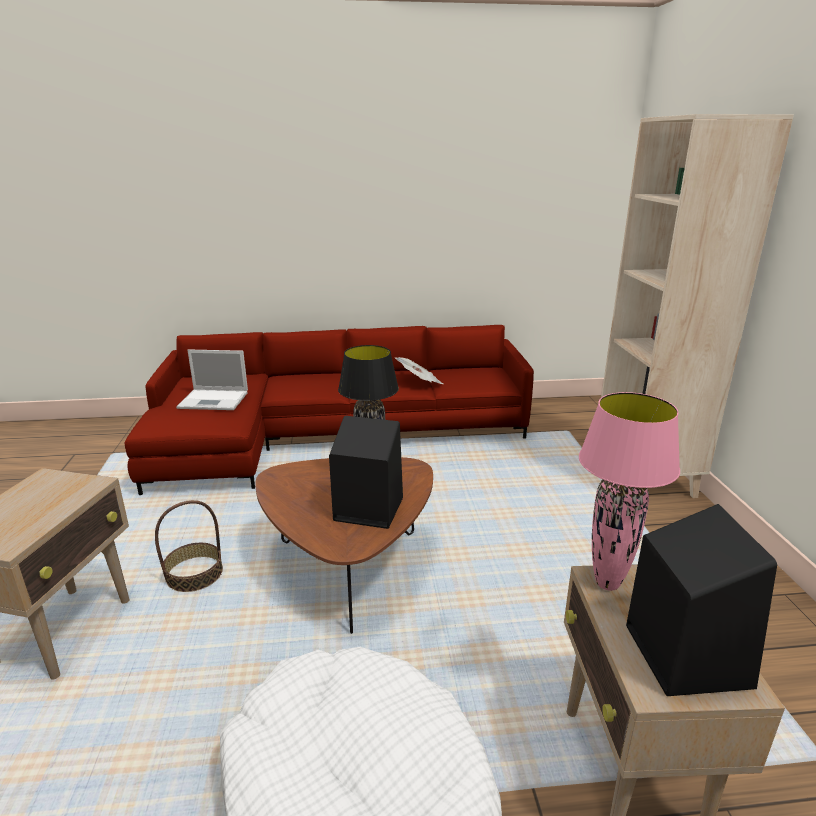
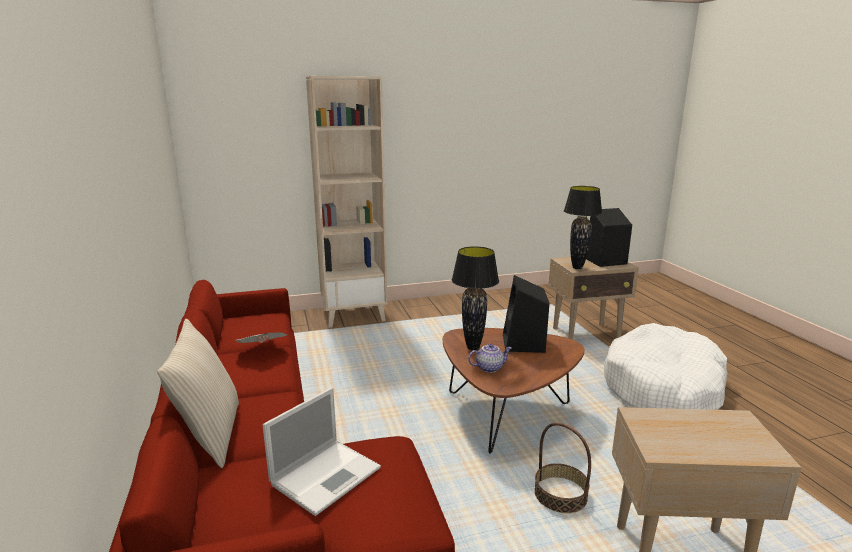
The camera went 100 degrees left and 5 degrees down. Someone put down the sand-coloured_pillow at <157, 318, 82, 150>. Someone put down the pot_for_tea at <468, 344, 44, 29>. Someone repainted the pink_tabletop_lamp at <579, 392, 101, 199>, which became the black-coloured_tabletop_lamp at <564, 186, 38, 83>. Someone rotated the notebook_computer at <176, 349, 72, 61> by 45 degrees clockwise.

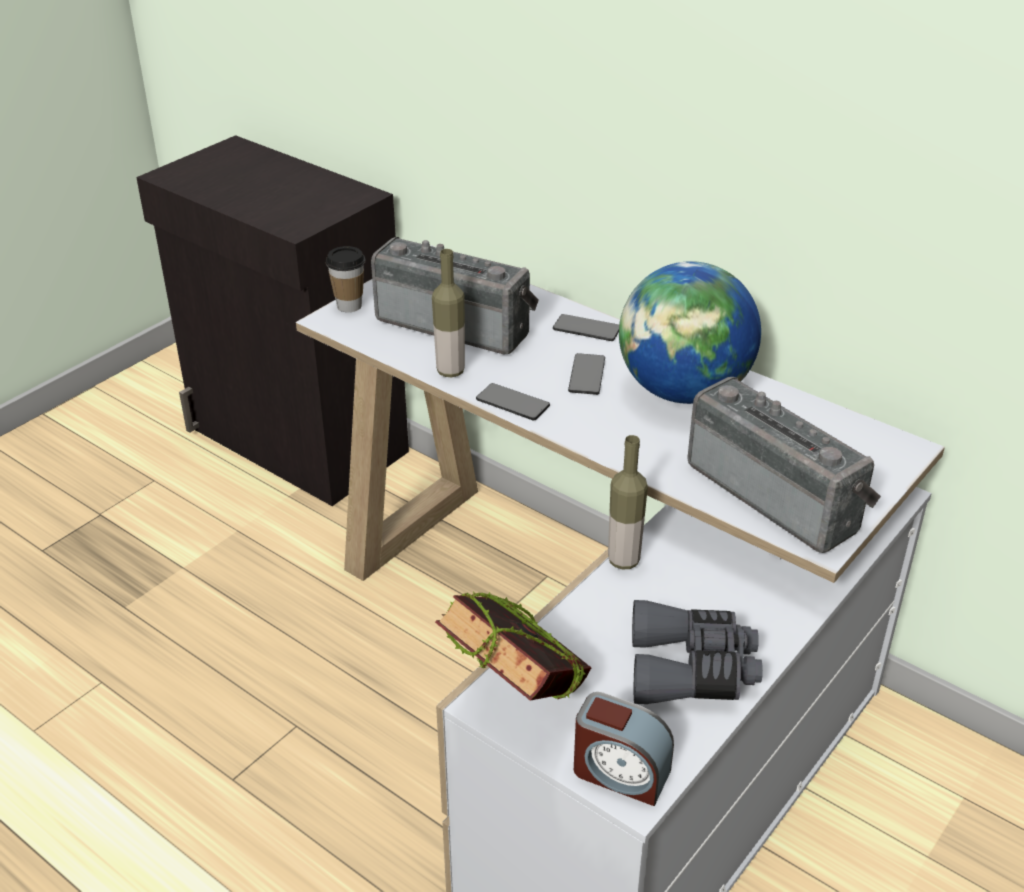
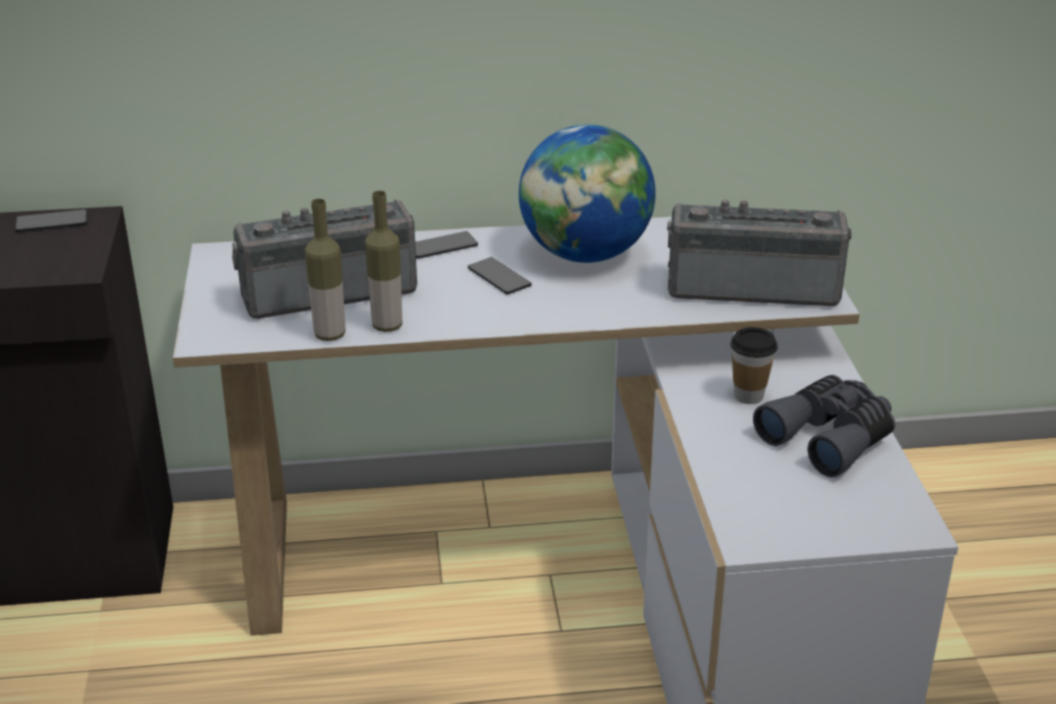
The camera went 45 degrees left and 5 degrees down. Someone took away the book at <435, 591, 156, 109>. Someone took away the table_clock at <574, 692, 100, 114>. Someone carried the small_cup from <326, 246, 40, 66> to <730, 327, 48, 77>. Someone carried the phone from <476, 383, 74, 38> to <15, 209, 73, 23>. Someone carried the beverage_bottle from <608, 435, 40, 135> to <305, 199, 41, 142>.

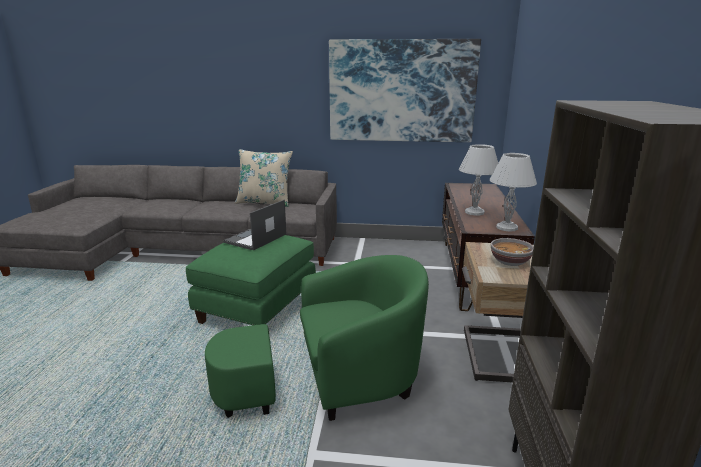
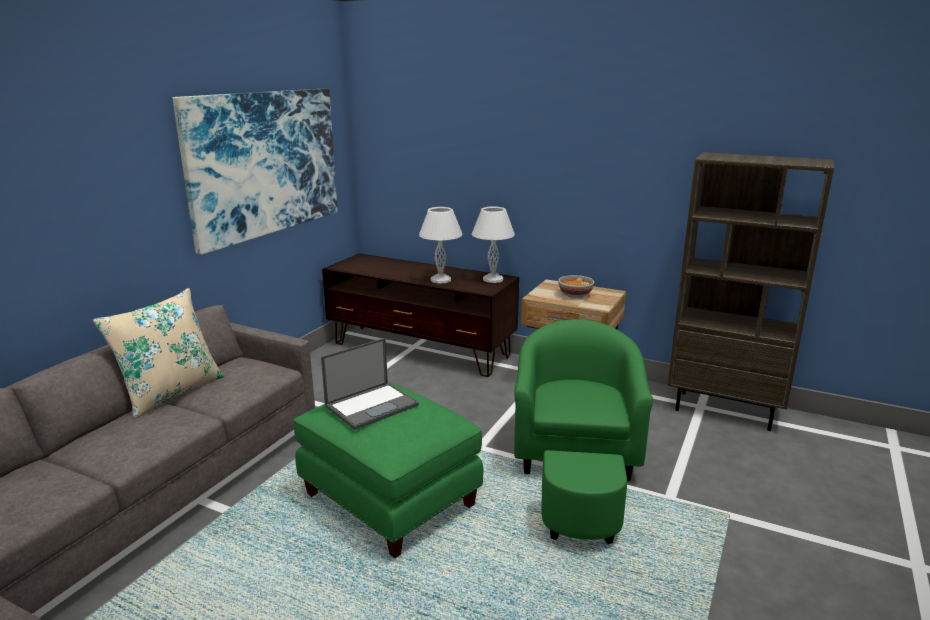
The camera went 70 degrees left and 0 degrees up. Someone rotated the notebook_computer at <223, 200, 63, 50> by 90 degrees counterclockwise.

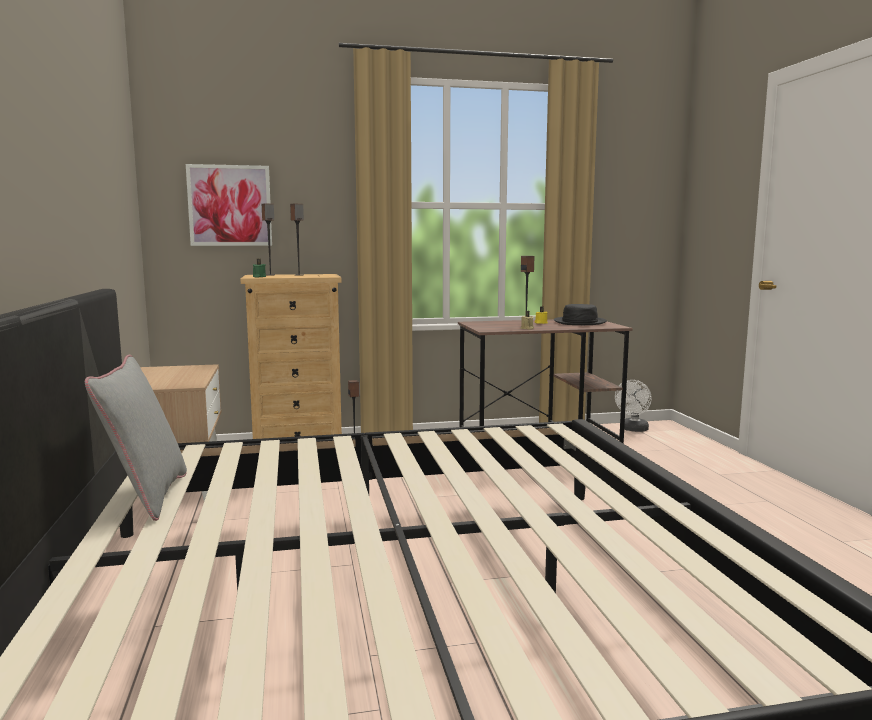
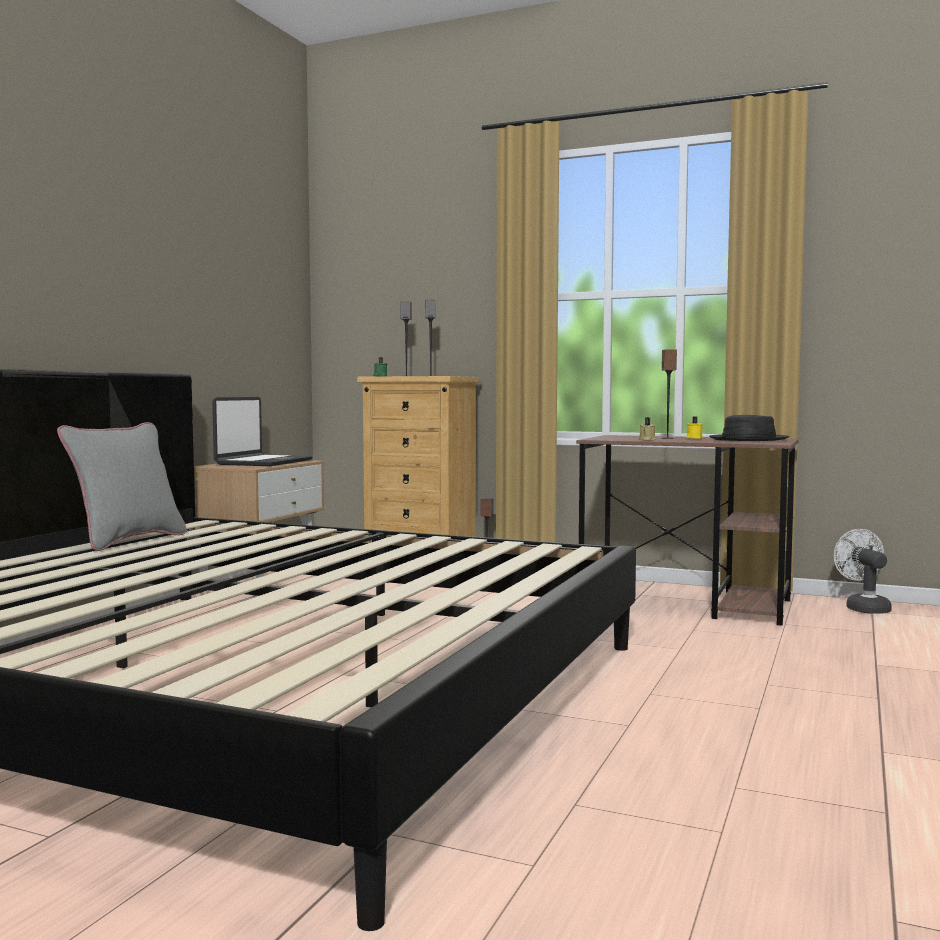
The camera went 35 degrees right and 5 degrees down. Someone took away the wall_art at <186, 164, 86, 82>. Someone put down the notebook_computer at <212, 397, 101, 69>. Someone rotated the white_cooling_fan at <615, 380, 37, 52> by 105 degrees clockwise.

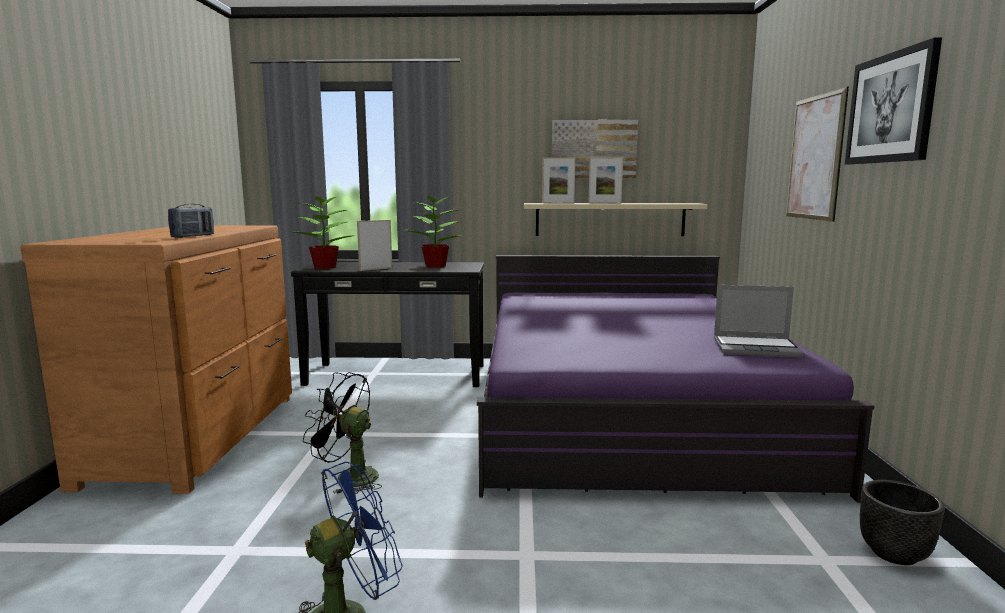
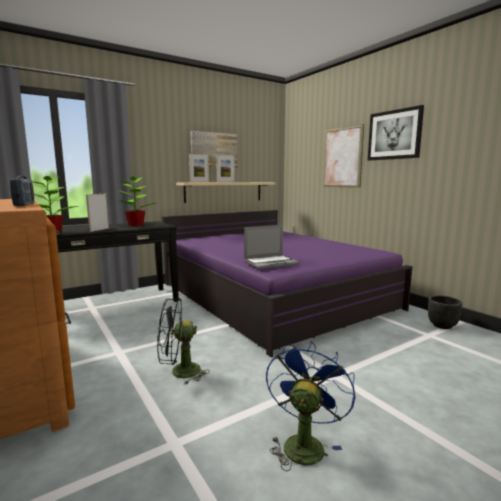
The camera went 35 degrees left and 0 degrees up. Someone carried the notebook_computer from <714, 285, 90, 73> to <244, 225, 55, 44>.

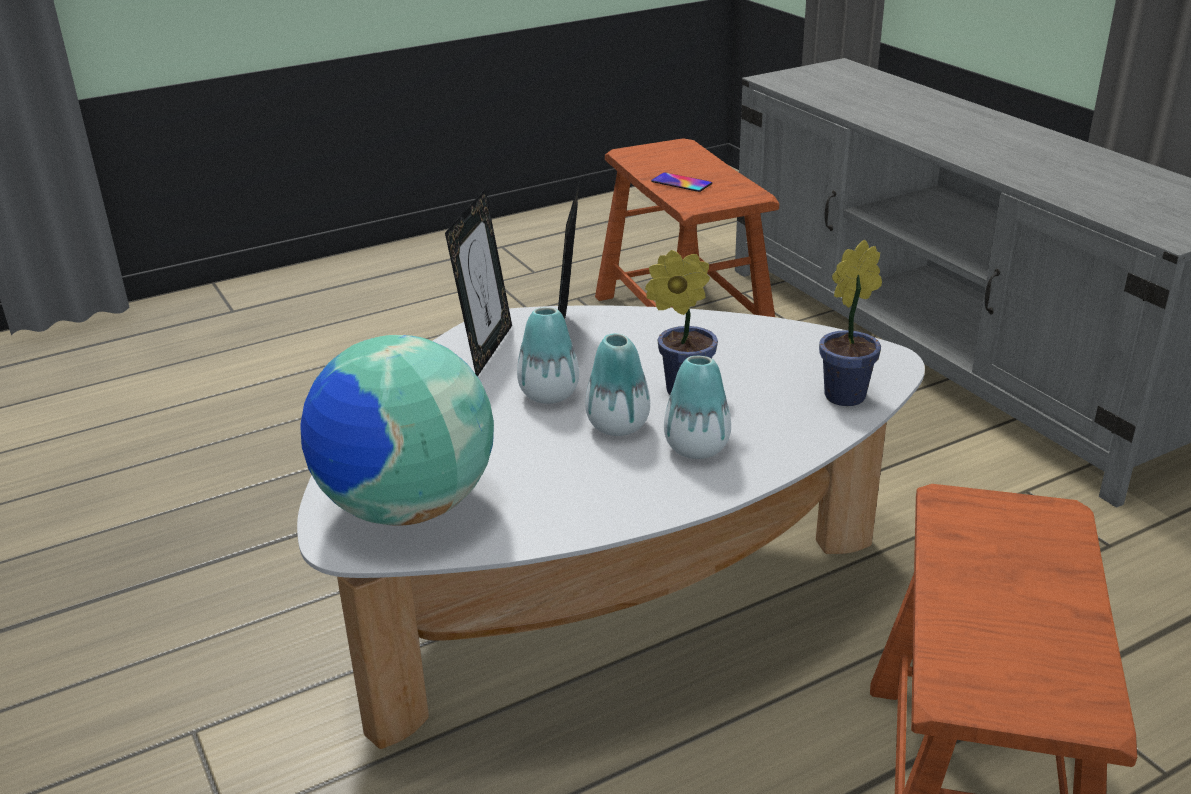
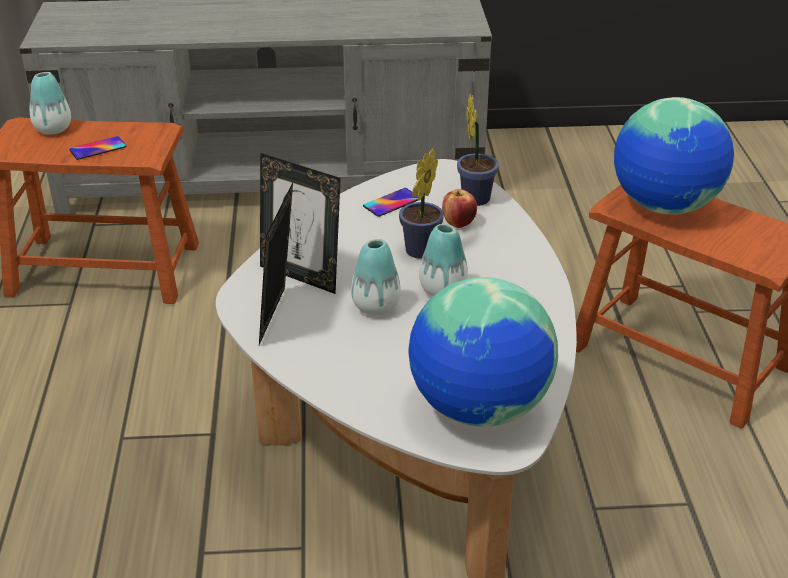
The camera went 65 degrees left and 5 degrees up. Someone put down the phone at <363, 188, 55, 29>. Someone put down the apple_fruit at <442, 189, 35, 39>. Someone put down the globe at <614, 97, 120, 118>. Someone carried the flower_vase from <664, 356, 67, 103> to <30, 72, 41, 62>. Someone rotated the standing_frame at <445, 189, 67, 188> by 120 degrees counterclockwise.

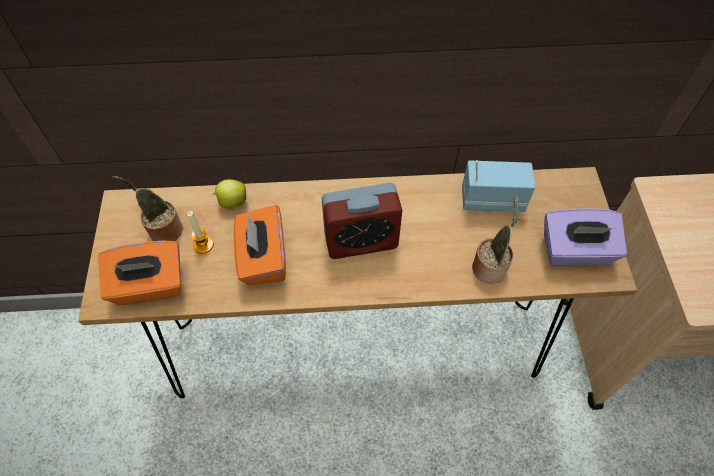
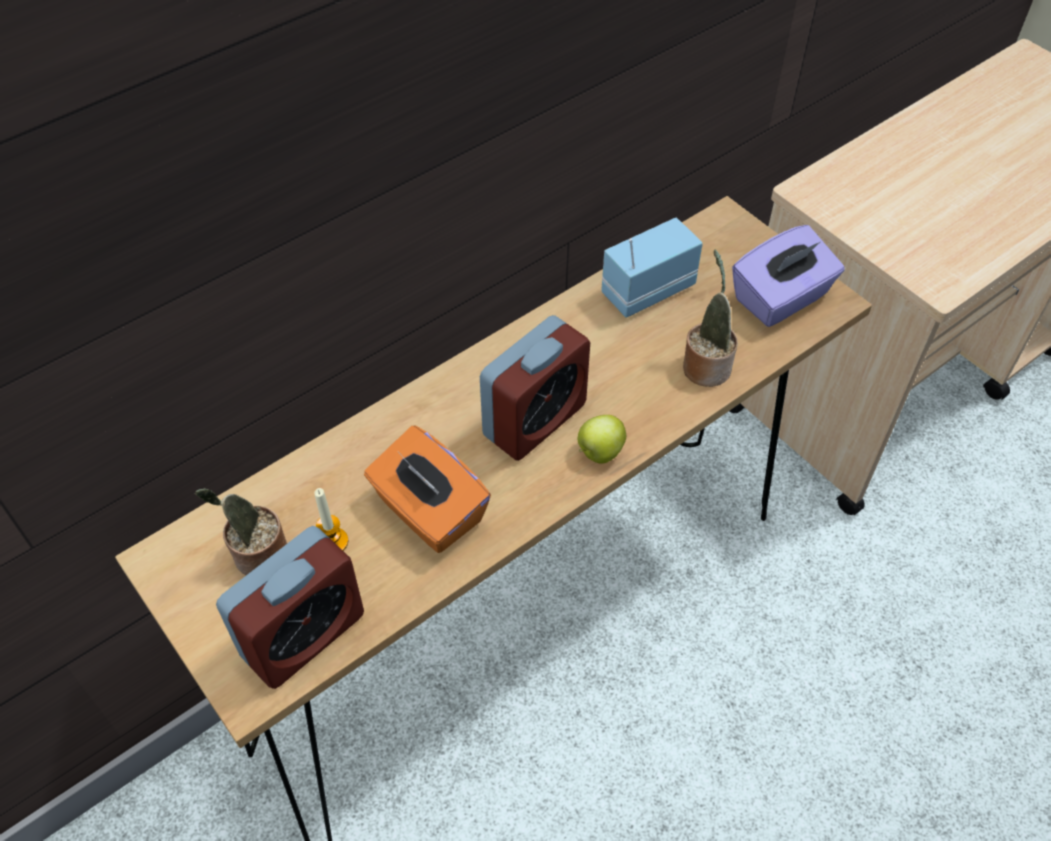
The camera went 35 degrees left and 5 degrees down. Someone carried the apple_fruit from <213, 179, 33, 30> to <578, 415, 48, 48>. Someone swapped the orange-coloured_box_of_tissues at <98, 240, 83, 65> for the table_clock at <216, 526, 148, 163>.

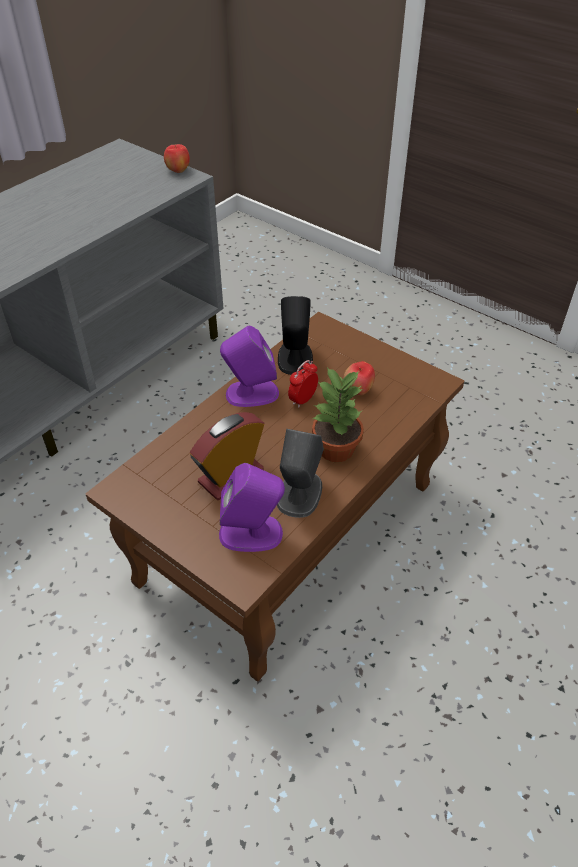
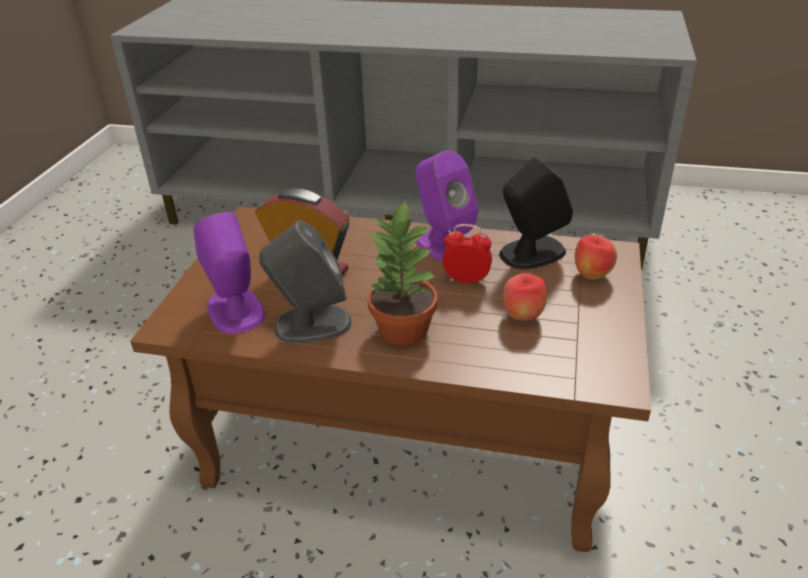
The camera went 65 degrees right and 10 degrees down. Someone carried the apple_fruit from <164, 144, 26, 29> to <575, 235, 42, 45>.

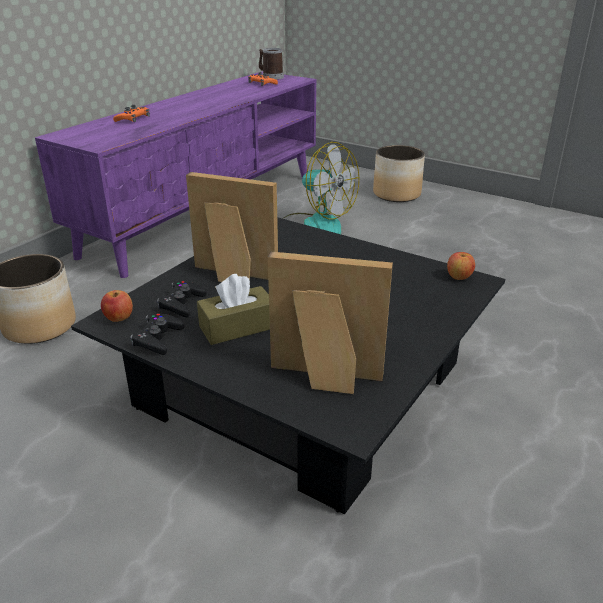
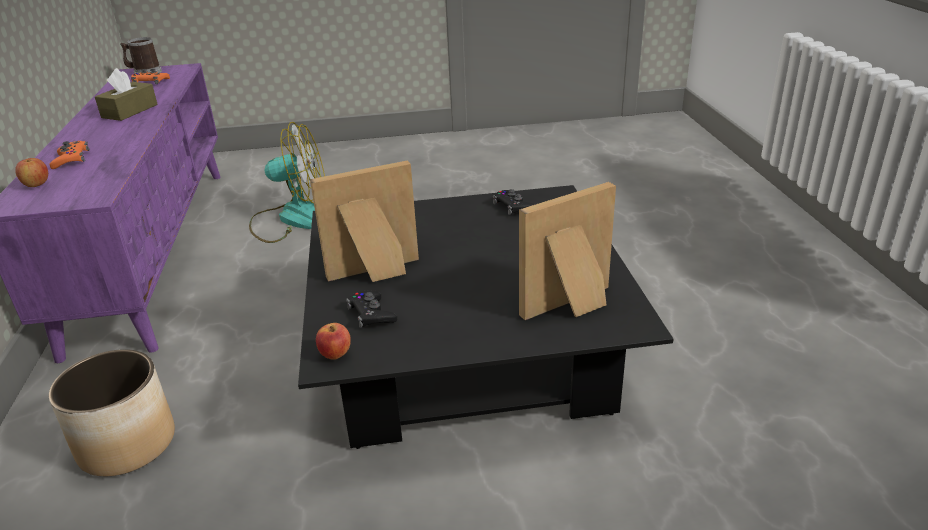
The camera went 40 degrees left and 0 degrees up. Someone took away the planter at <373, 145, 52, 57>. Someone carried the black-coloured_game_controller from <130, 314, 54, 41> to <493, 189, 42, 26>. Someone carried the brown-coloured_box_of_tissues from <197, 274, 73, 71> to <95, 68, 63, 53>. Someone carried the apple_fruit from <447, 252, 28, 28> to <15, 158, 33, 29>.

